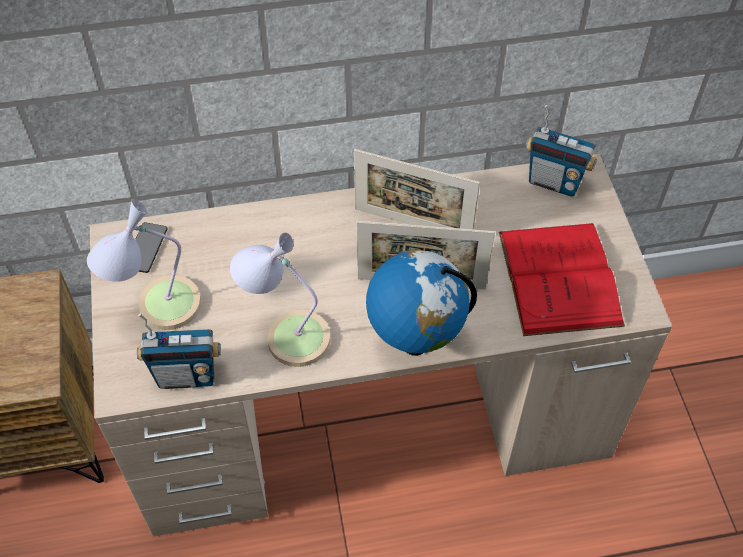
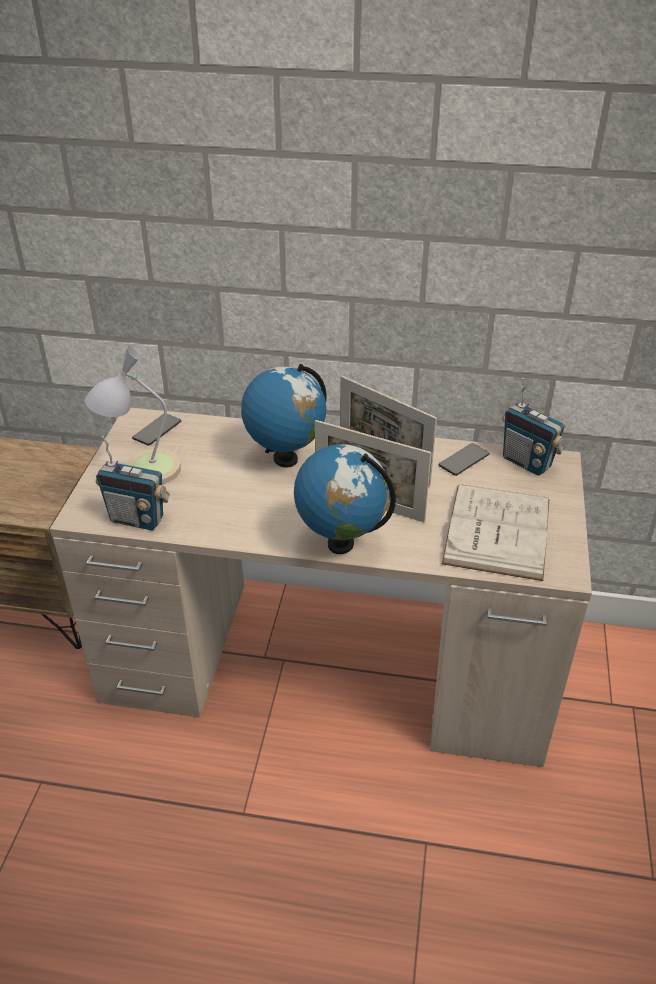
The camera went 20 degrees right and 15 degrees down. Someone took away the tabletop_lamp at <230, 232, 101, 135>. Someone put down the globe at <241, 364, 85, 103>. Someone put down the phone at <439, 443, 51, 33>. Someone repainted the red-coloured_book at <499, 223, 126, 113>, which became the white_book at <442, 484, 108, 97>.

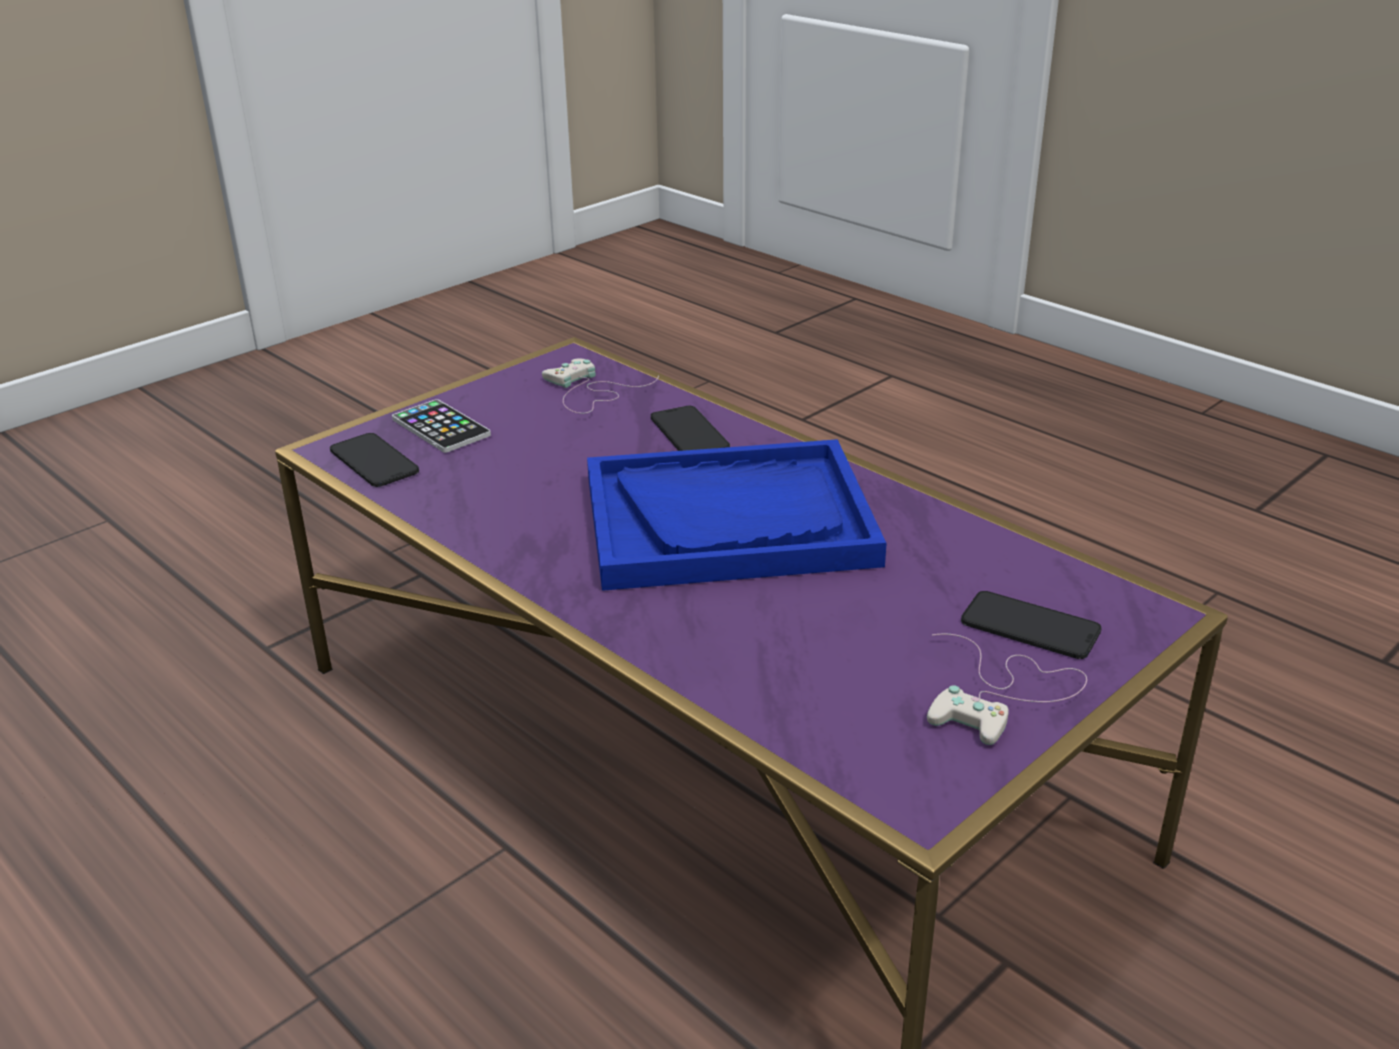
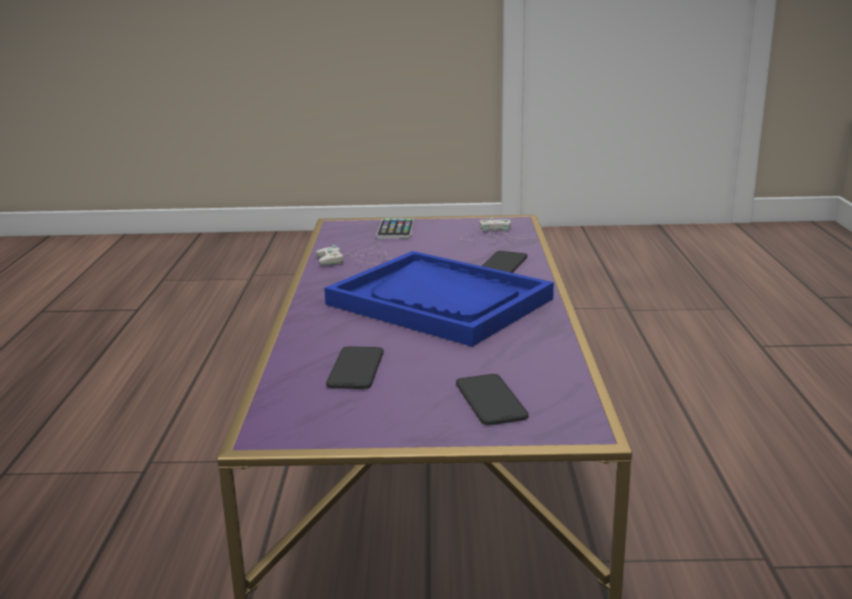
The camera went 45 degrees right and 10 degrees down. Someone carried the phone from <330, 433, 89, 54> to <326, 346, 58, 43>. Someone carried the white_game_controller from <927, 634, 160, 111> to <316, 240, 74, 25>.

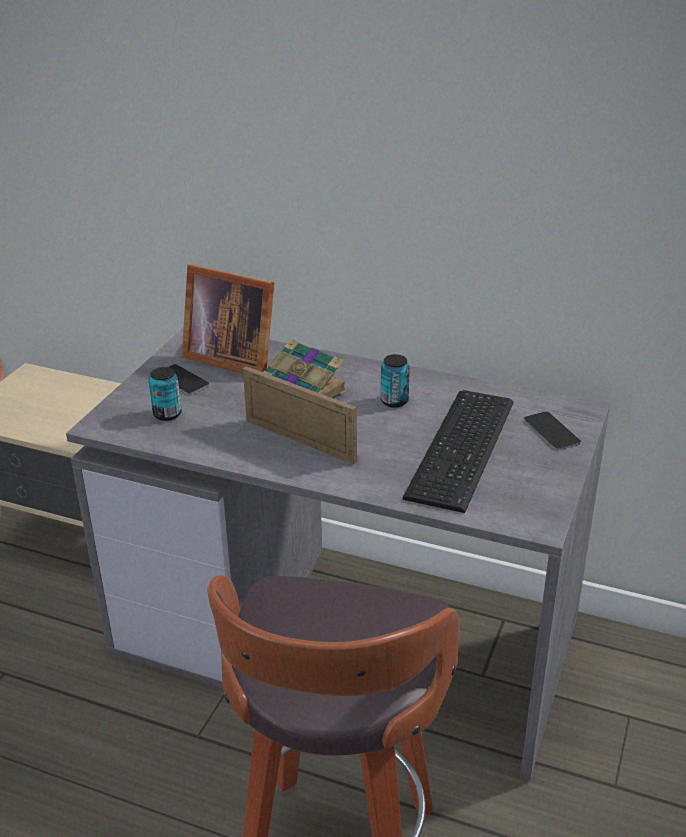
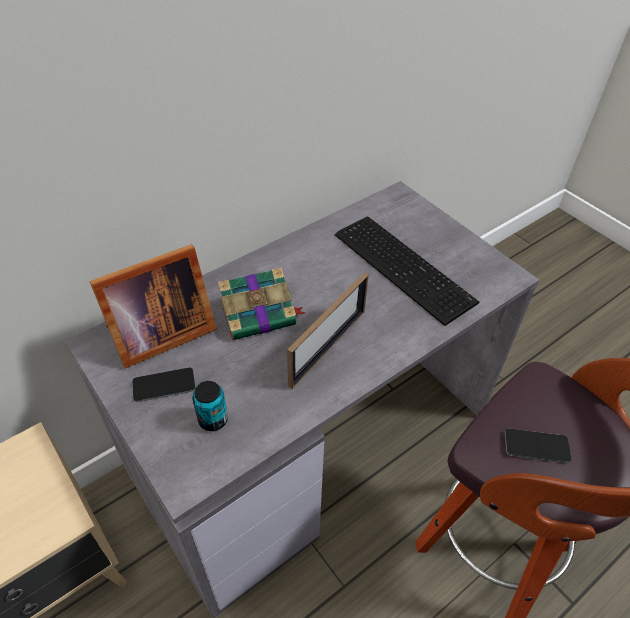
The camera went 60 degrees left and 15 degrees up. Someone took away the metal_can at <381, 354, 29, 54>. Someone carried the phone from <524, 412, 57, 38> to <505, 428, 67, 35>. Someone rotated the standing_frame at <243, 366, 114, 98> by 150 degrees clockwise.

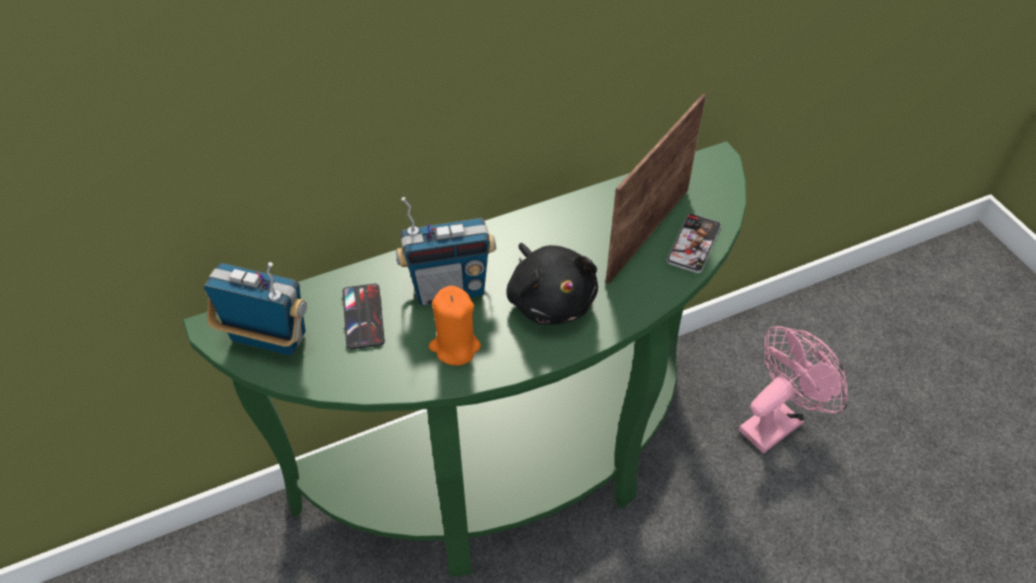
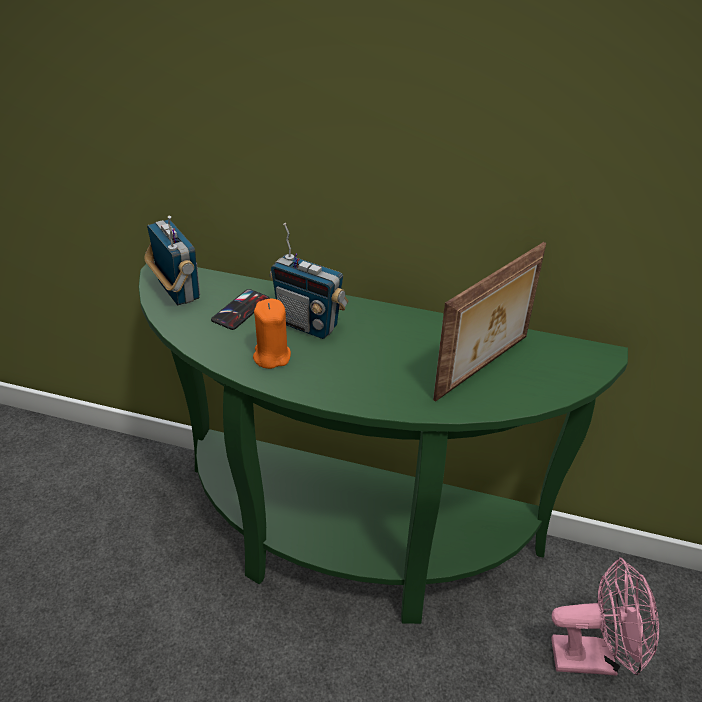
The camera went 40 degrees right and 10 degrees down. Someone took away the black-coloured_soft_toy at <506, 243, 92, 82>. Someone took away the phone at <667, 214, 54, 59>. Someone rotated the standing_frame at <606, 94, 100, 191> by 150 degrees clockwise.

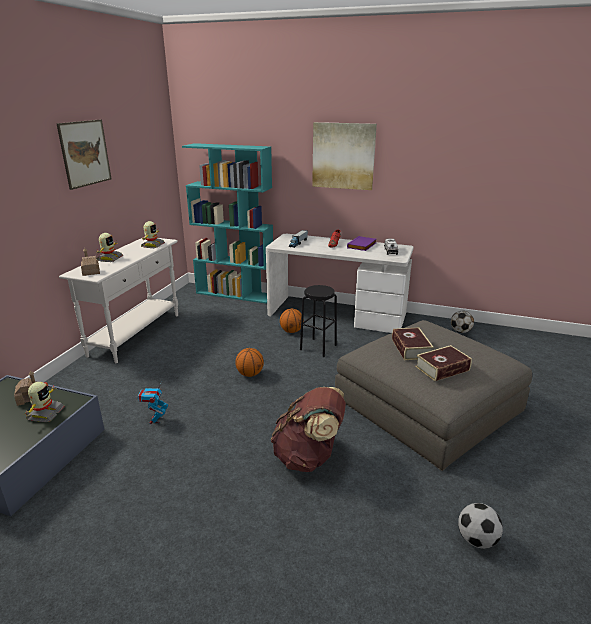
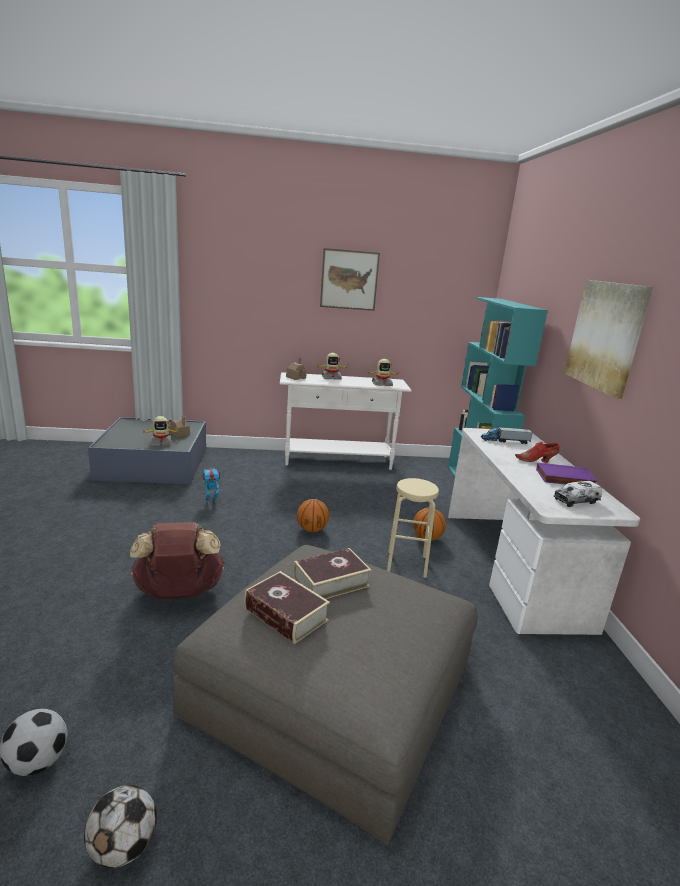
The camera went 65 degrees right and 5 degrees down. Someone carried the football from <451, 311, 23, 22> to <84, 785, 73, 83>. Someone repainted the black-coloured_stool_seat at <300, 285, 37, 72>, which became the sand-coloured_stool_seat at <387, 478, 52, 100>.

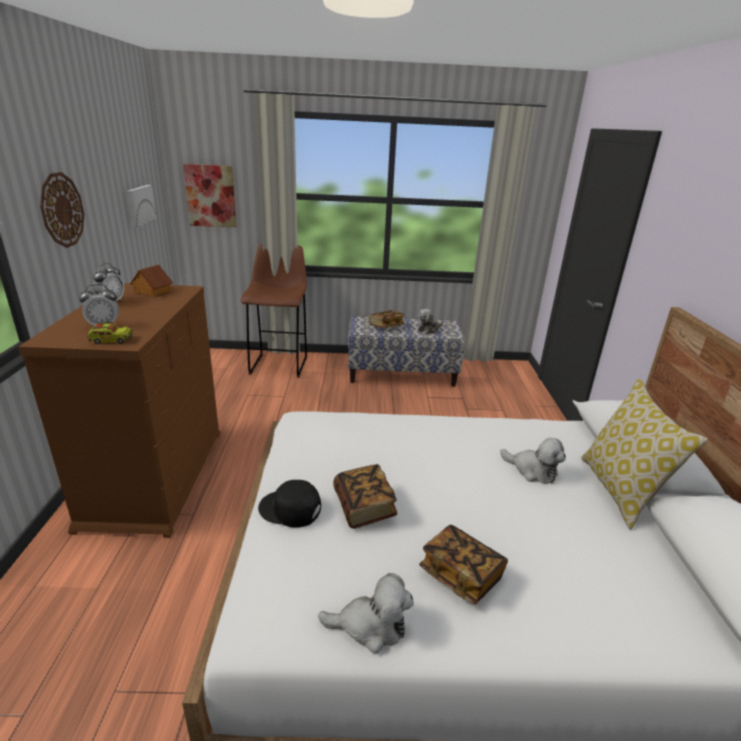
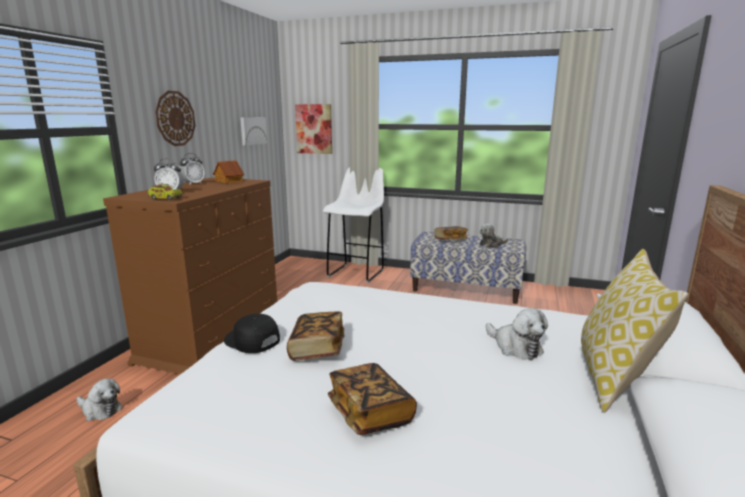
The camera went 20 degrees right and 10 degrees down. Someone carried the soft_toy from <318, 573, 96, 80> to <77, 379, 45, 42>. Someone repainted the brown-coloured_stool_seat at <241, 244, 66, 134>, which became the white_stool_seat at <323, 167, 61, 116>.

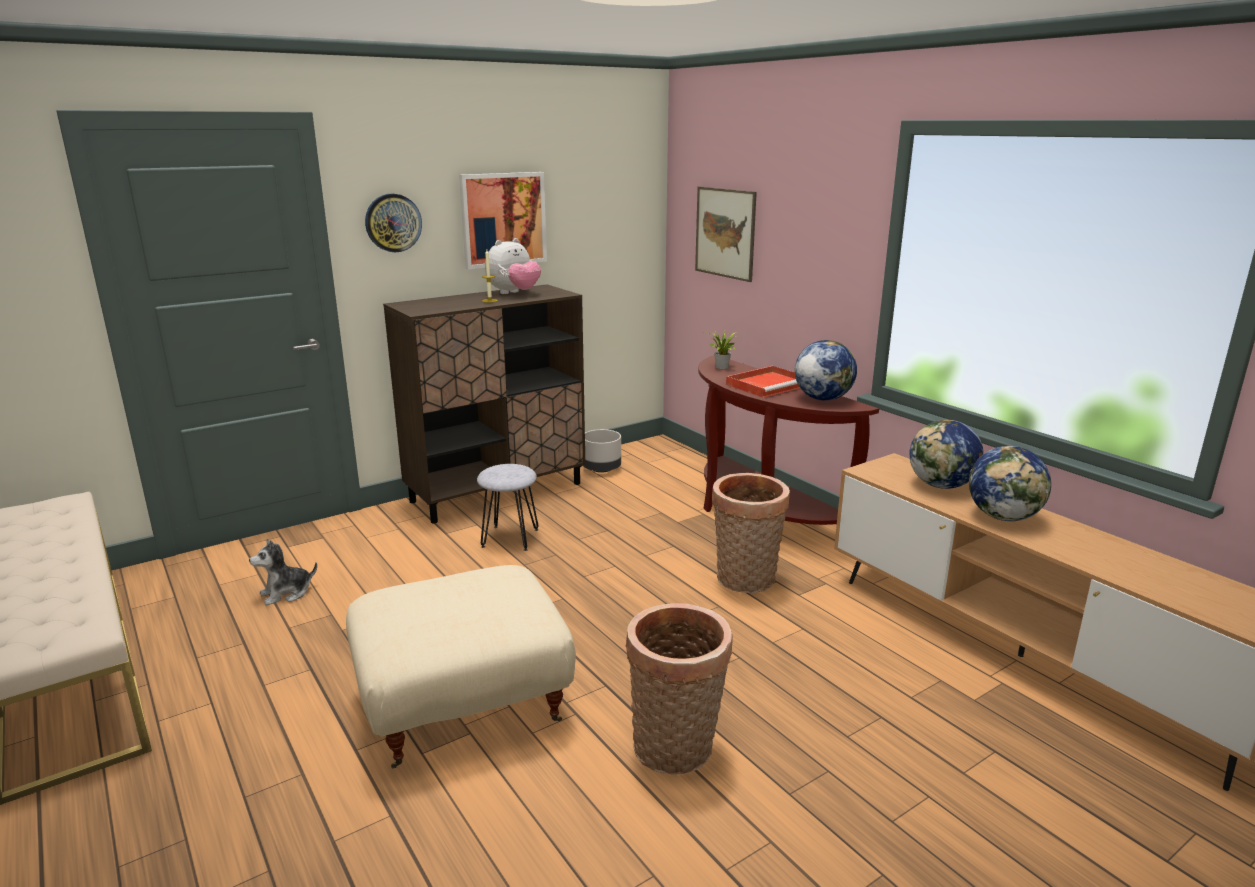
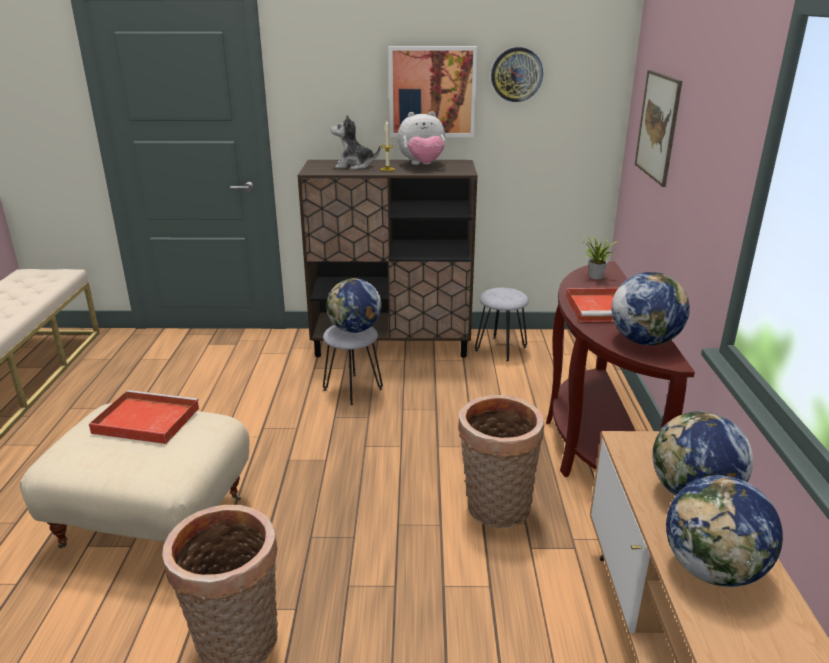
The camera went 35 degrees right and 5 degrees up. Someone put down the red-coloured_tray at <89, 390, 110, 54>. Someone put down the globe at <326, 278, 55, 55>. Someone carried the soft_toy from <249, 539, 68, 67> to <331, 115, 50, 55>. Someone carried the clock_on_the_wall from <365, 194, 57, 58> to <491, 47, 52, 55>. Someone swapped the gray_planter at <583, 429, 38, 44> for the gray_stool_seat at <475, 288, 54, 73>.

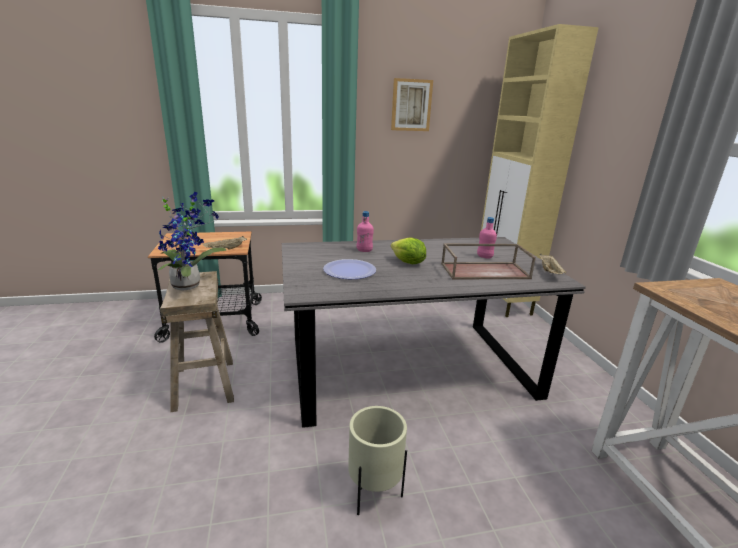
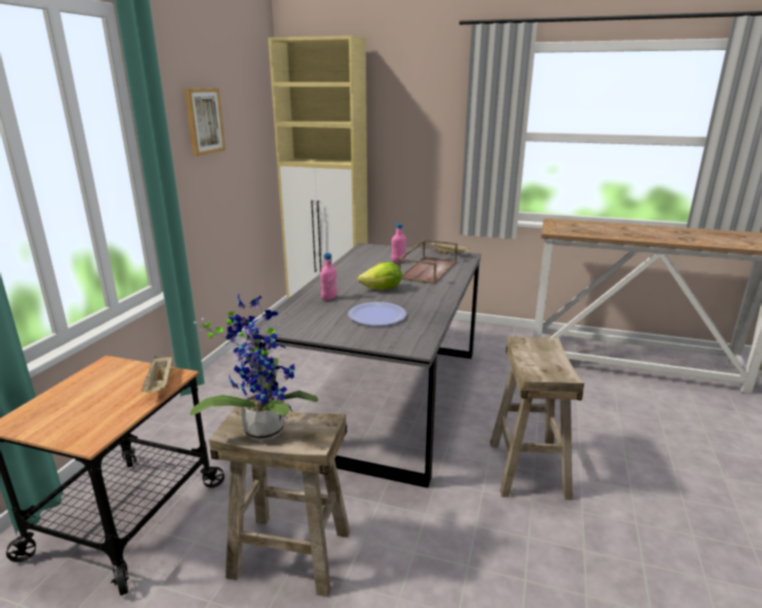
The camera went 60 degrees left and 0 degrees up. Someone swapped the sand-coloured_planter at <348, 406, 59, 110> for the sand-coloured_stool_seat at <490, 337, 94, 163>.

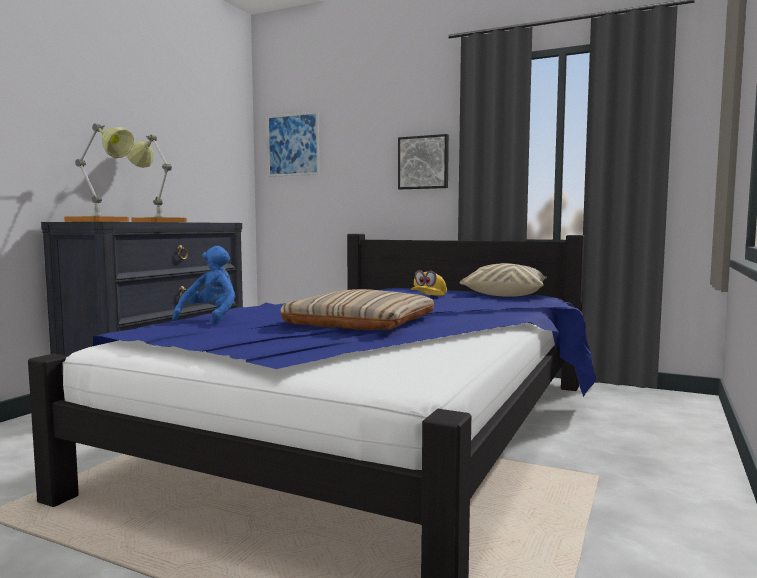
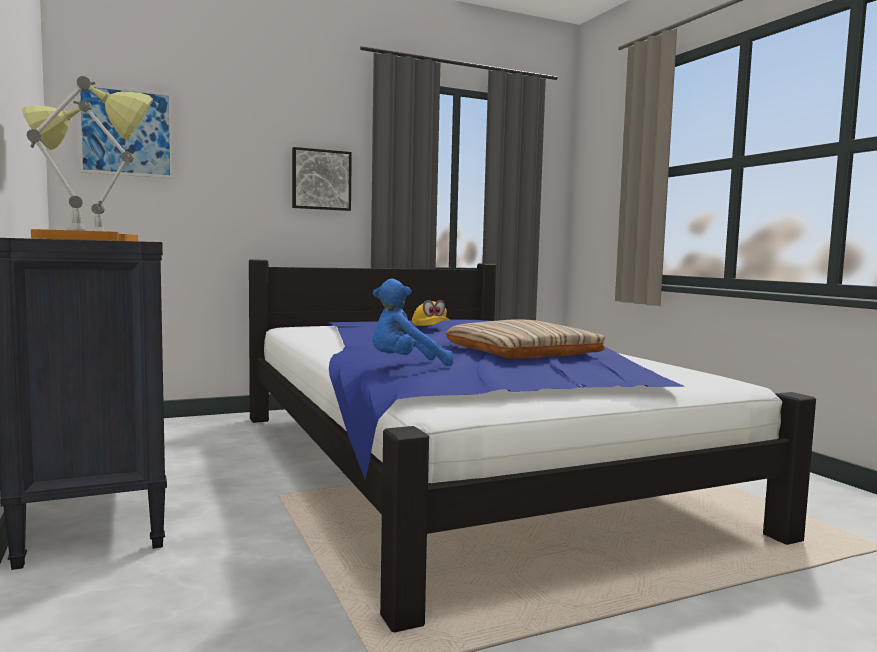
The camera went 50 degrees left and 0 degrees up. Someone took away the sand-coloured_pillow at <459, 263, 88, 34>. Someone rotated the bluish_soft_toy at <172, 246, 63, 79> by 75 degrees counterclockwise.

